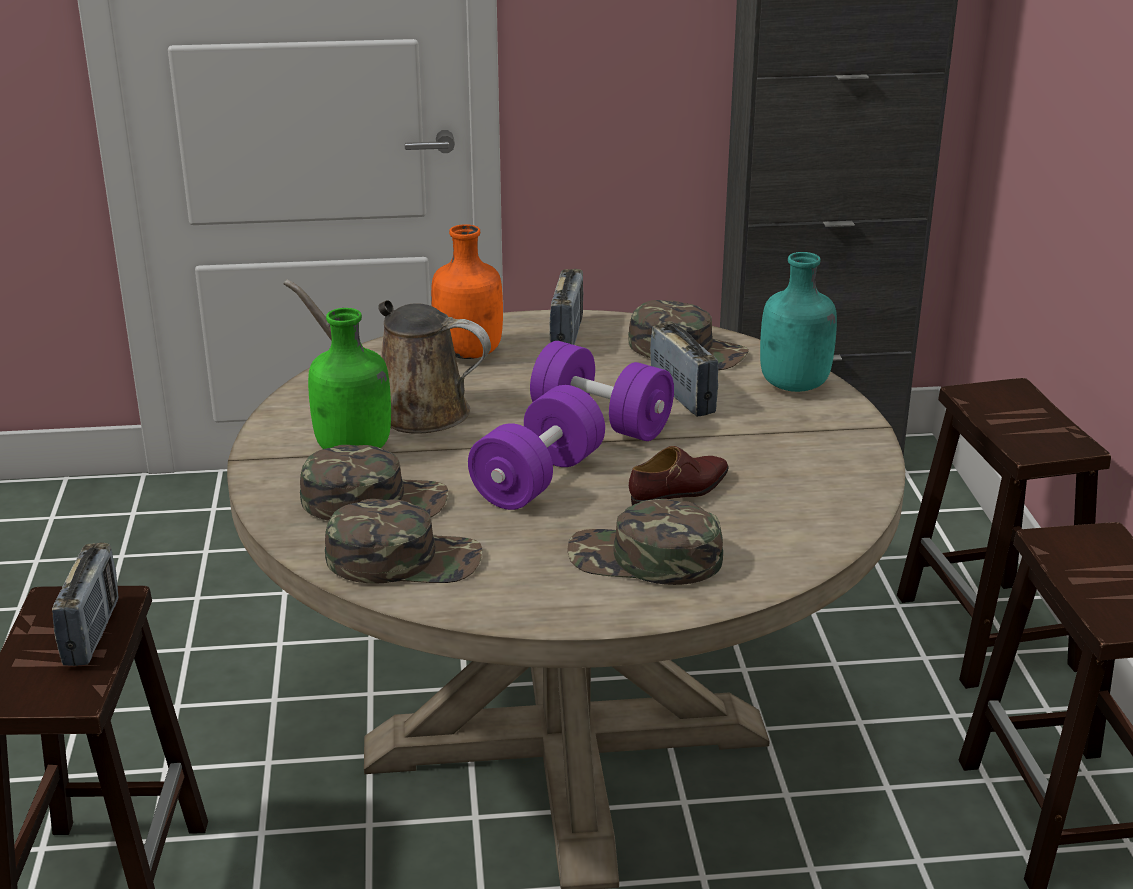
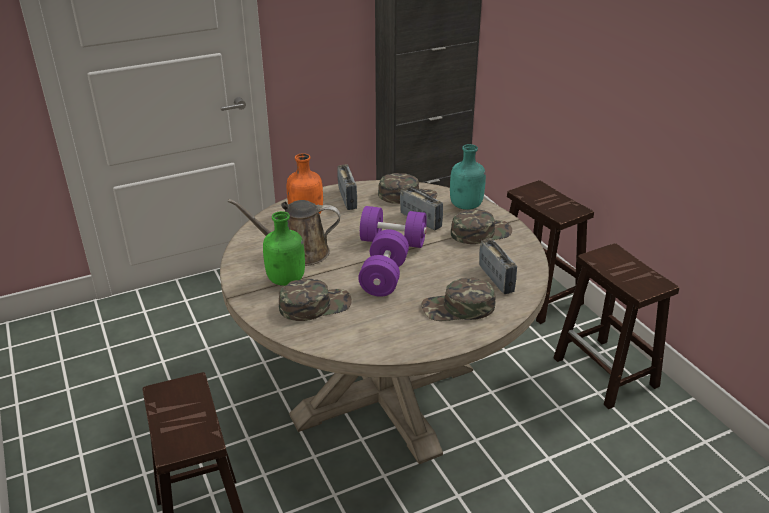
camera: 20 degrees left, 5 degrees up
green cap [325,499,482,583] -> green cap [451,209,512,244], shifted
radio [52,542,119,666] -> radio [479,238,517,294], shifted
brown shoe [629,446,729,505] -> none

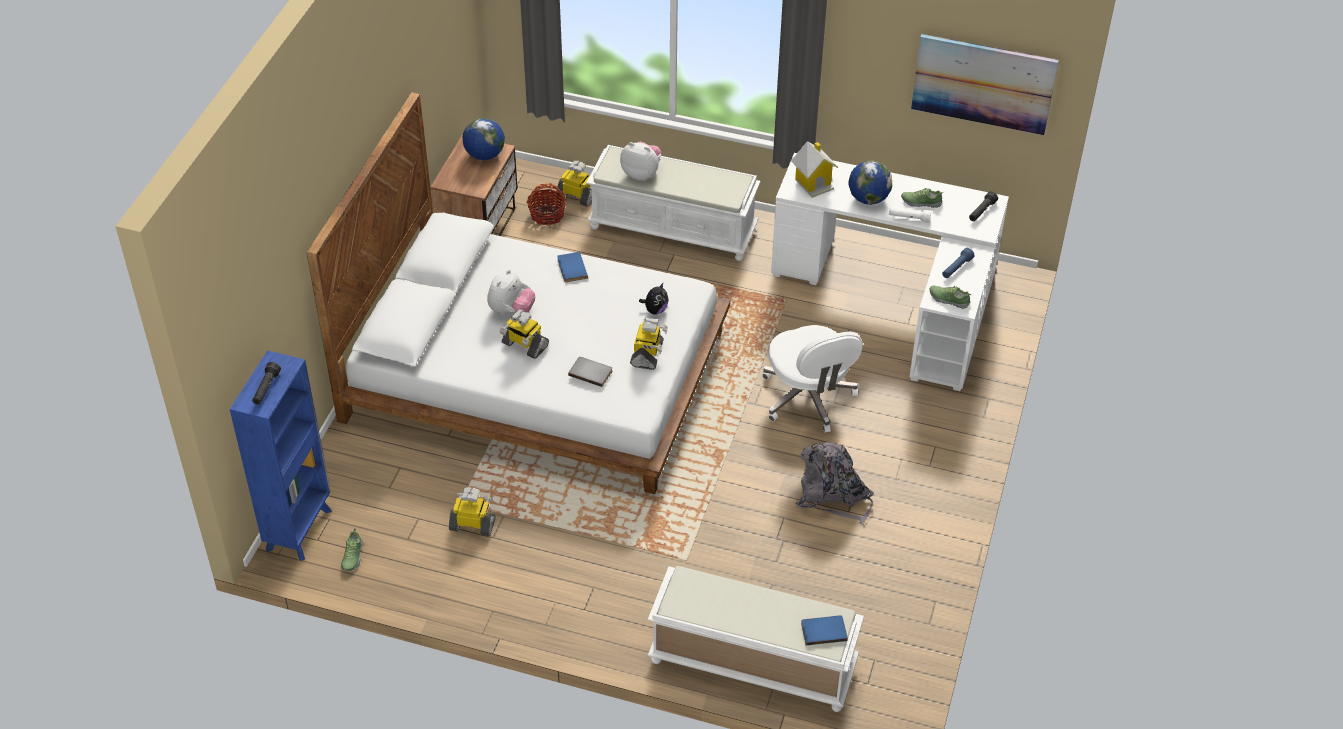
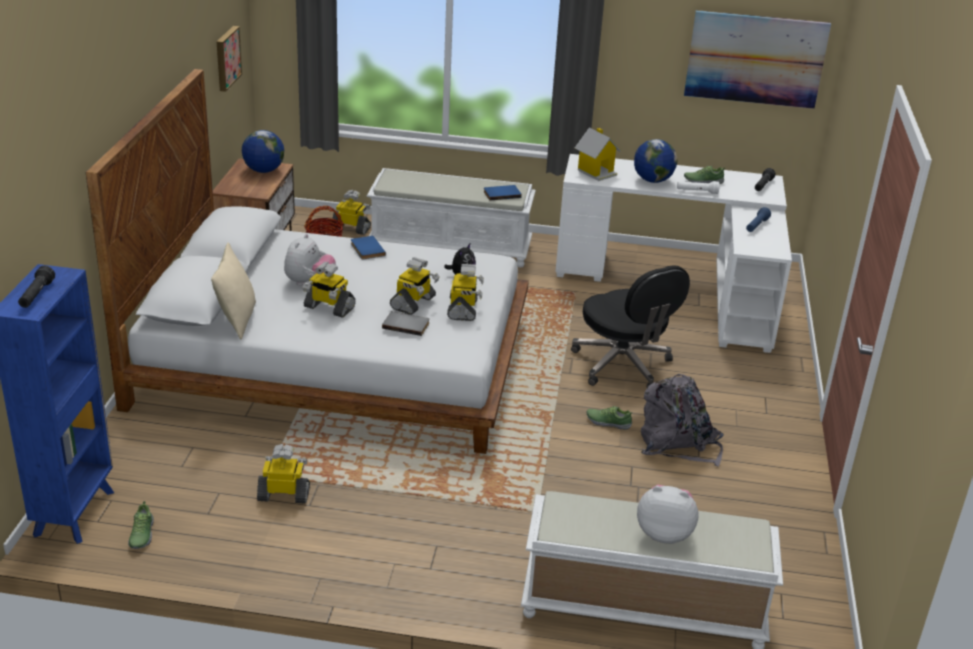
camera: 10 degrees left, 15 degrees down
none -> beige pillow [211,242,256,340]
none -> picture [217,26,242,92]
none -> toy robot [390,257,439,315]
blue book [801,616,848,645] -> blue book [484,185,522,201], shifted
white office chair [762,325,863,433] -> black office chair [571,265,690,387]
shoe [929,286,971,309] -> shoe [586,406,633,430], shifted
plush toy [620,142,662,181] -> plush toy [637,485,698,544], shifted

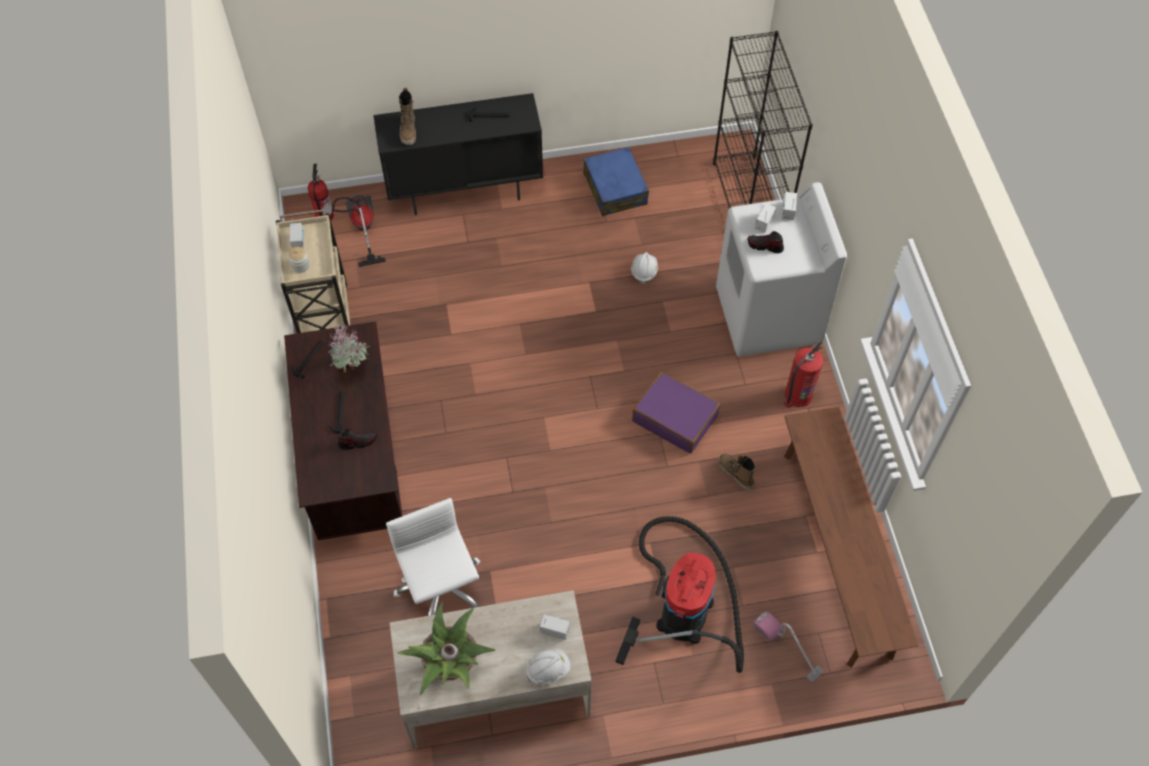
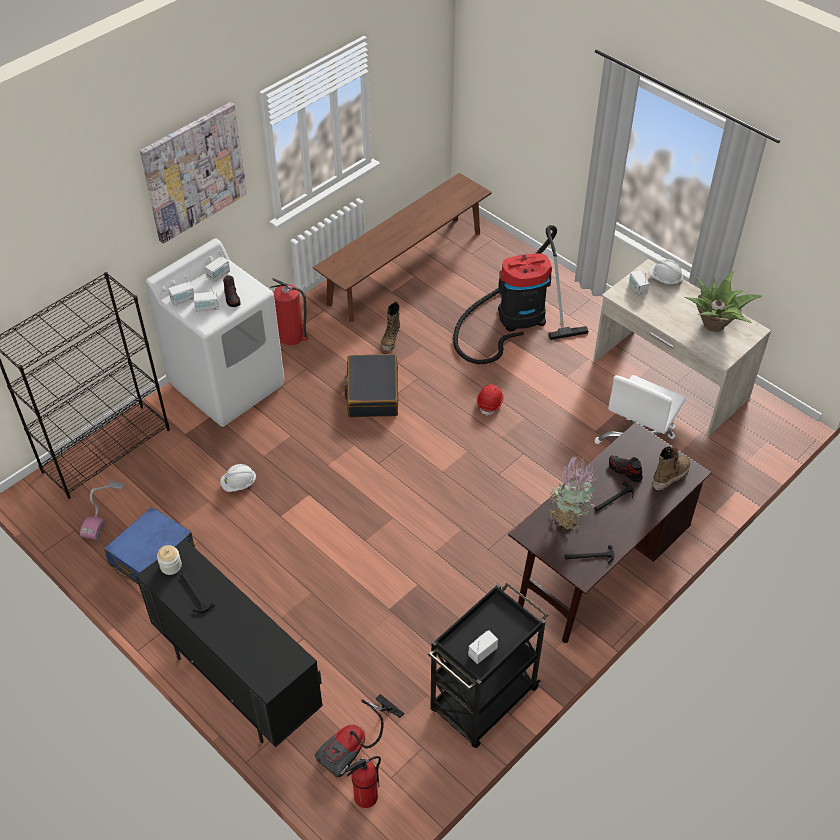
camera: 125 degrees left, 10 degrees down
vacuum cleaner [753,611,823,682] -> vacuum cleaner [80,481,124,540], shifted
none -> picture [140,102,247,243]
jar [288,246,310,273] -> jar [157,545,182,575], shifted
none -> radio [205,250,230,282]
purple suitcase [632,372,720,453] -> black suitcase [344,354,398,417]
beige cart [276,209,350,333] -> black cart [428,583,548,748]
none -> red hard hat [477,384,504,416]
boot [399,88,416,145] -> boot [653,446,690,490], shifted

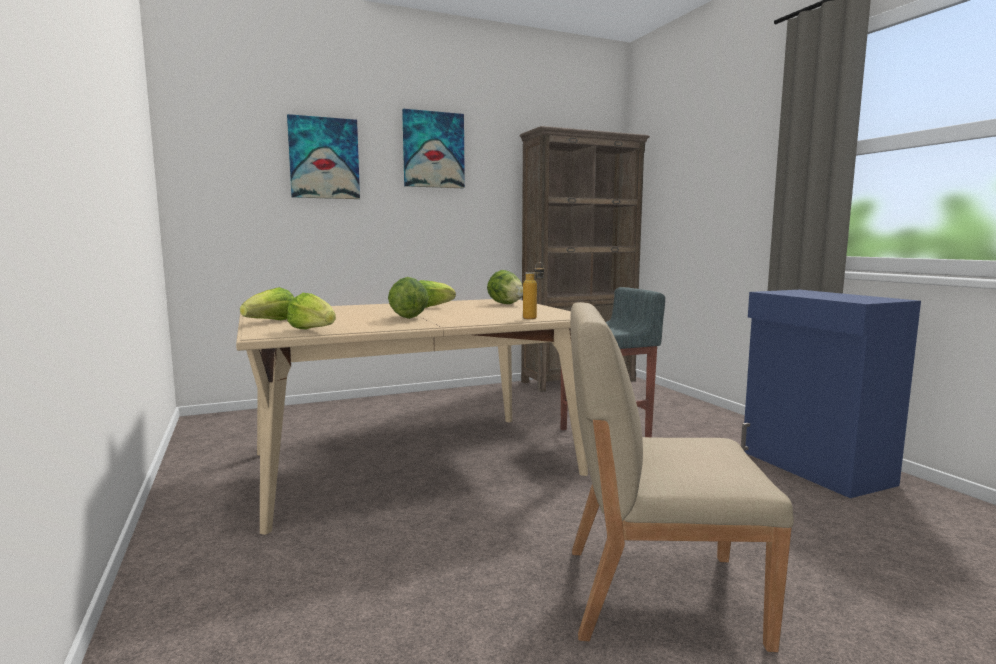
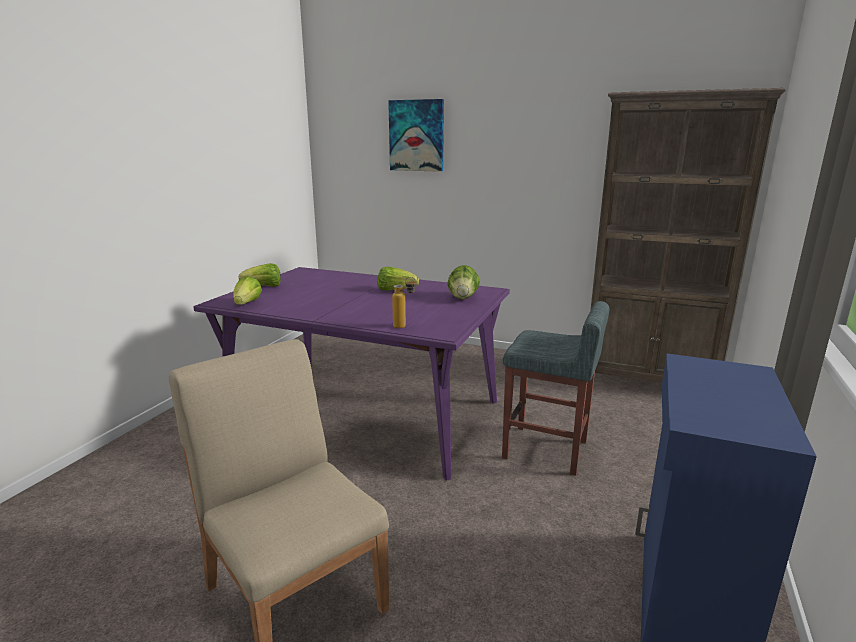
camera: 45 degrees right, 10 degrees up
beige dining table [236,299,588,535] -> purple dining table [194,267,510,480]
lettuce [388,277,429,319] -> none
picture [402,109,465,188] -> none

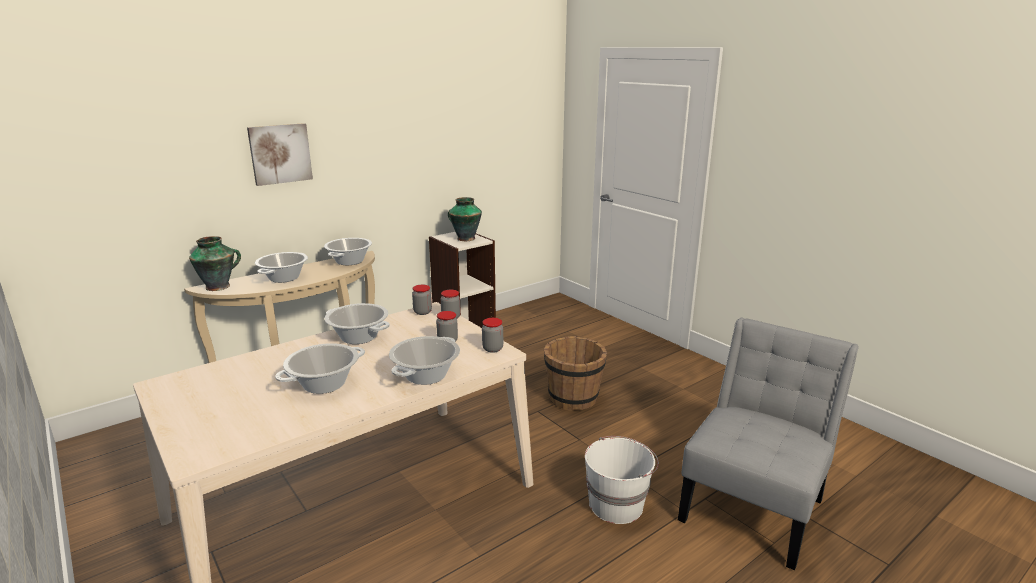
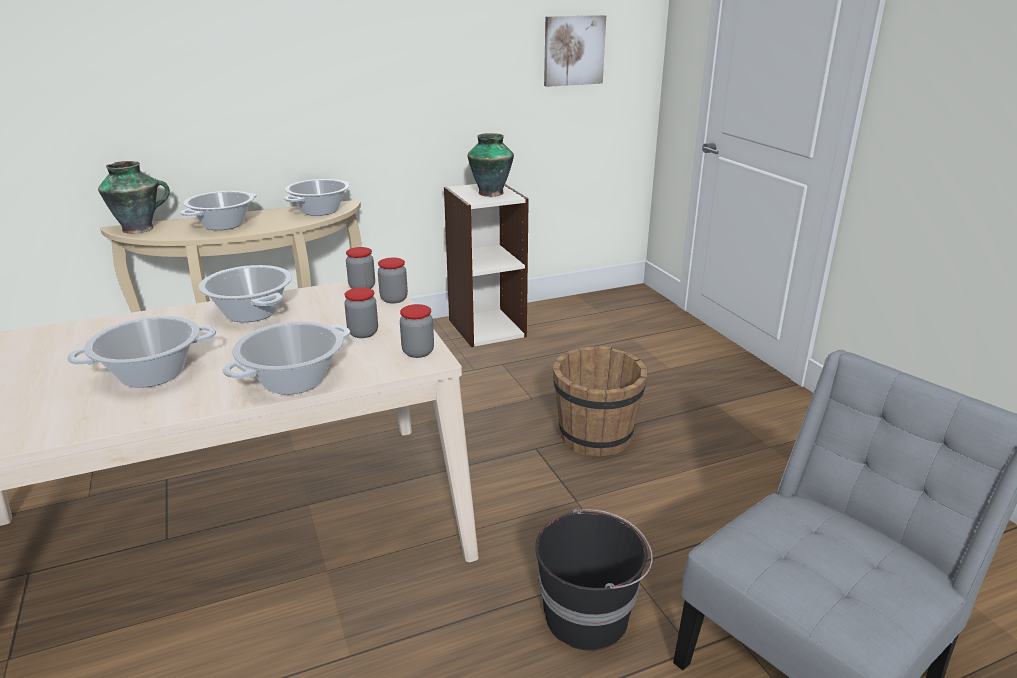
camera: 15 degrees right, 5 degrees up
white bucket [585,436,659,524] -> black bucket [535,509,653,651]
picture [247,123,313,186] -> picture [544,15,606,87], shifted

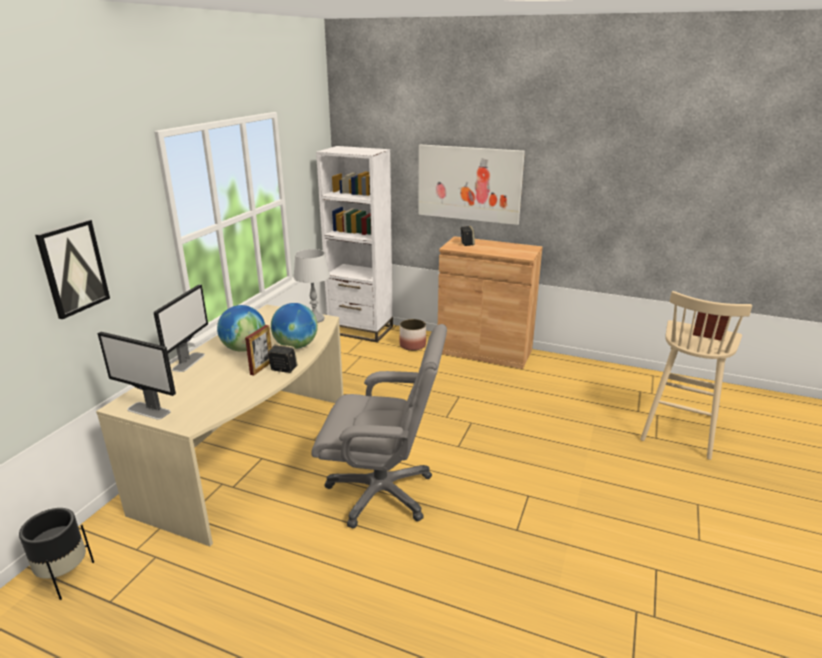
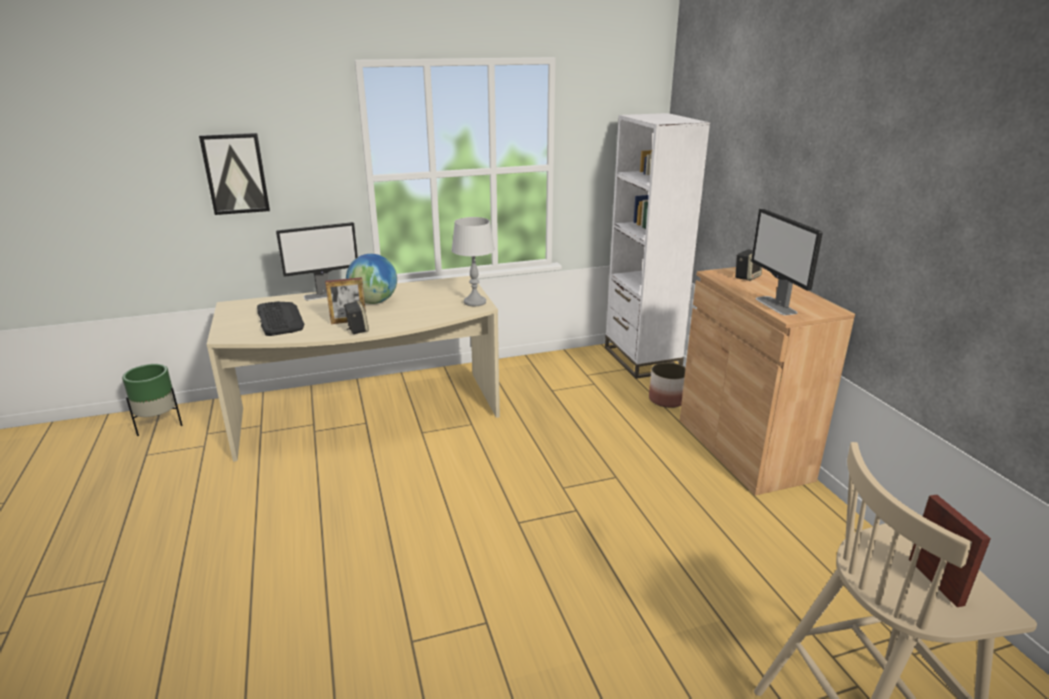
camera: 50 degrees right, 0 degrees up
black planter [19,508,94,600] -> green planter [122,364,183,436]
none -> keyboard [257,301,304,336]
monitor [98,332,176,420] -> monitor [751,209,823,315], shifted
globe [271,303,318,349] -> none
grey office chair [311,324,447,528] -> none
picture [418,144,525,225] -> none

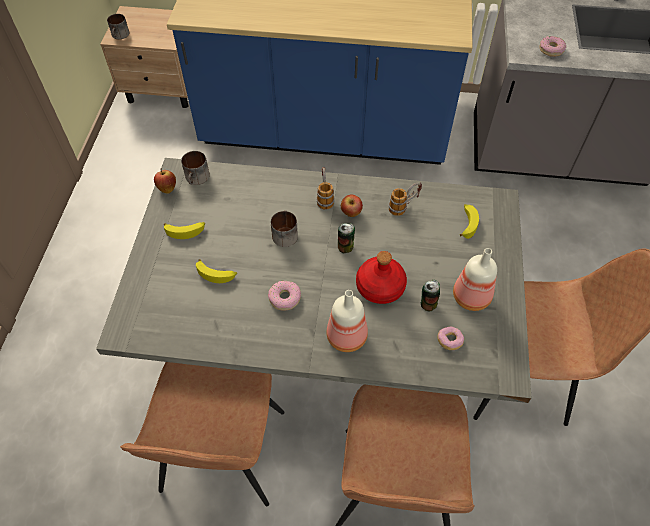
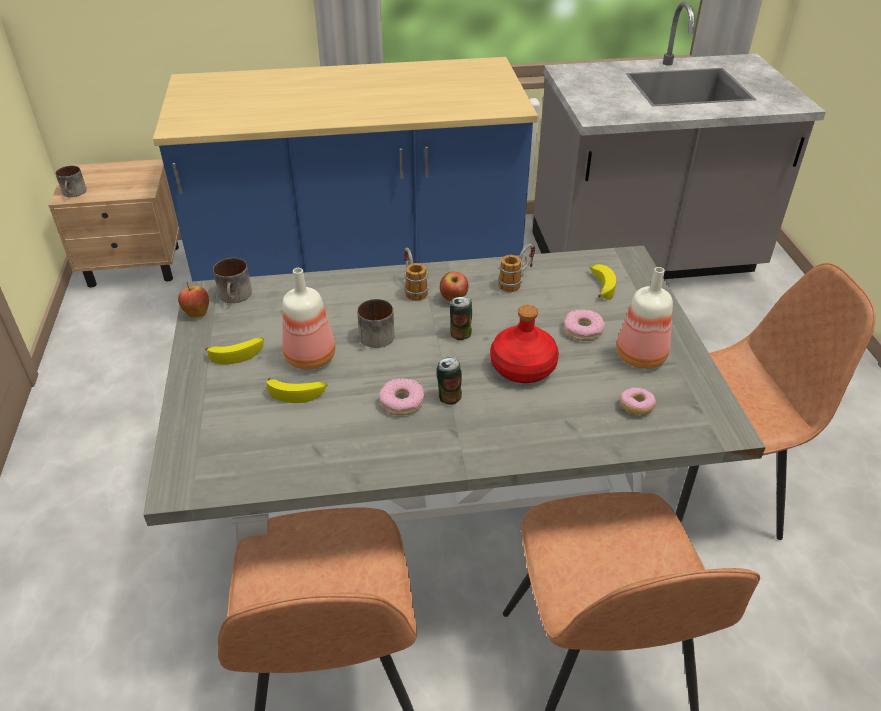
camera: 15 degrees left, 15 degrees down
bottle [326,290,368,352] -> bottle [282,268,336,370], shifted
can [421,280,440,311] -> can [436,356,462,405], shifted
donut [539,36,566,57] -> donut [563,310,605,341], shifted

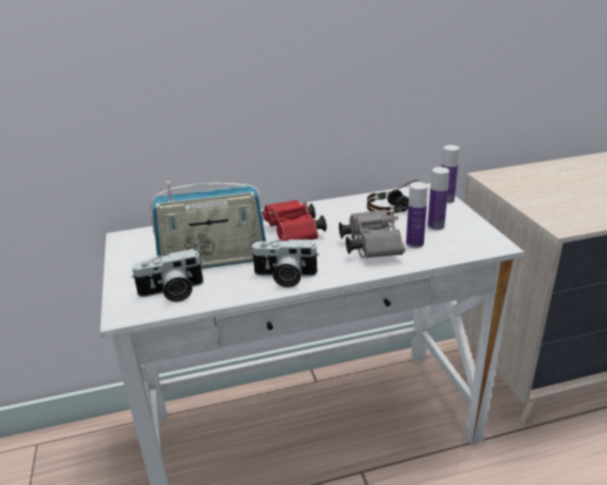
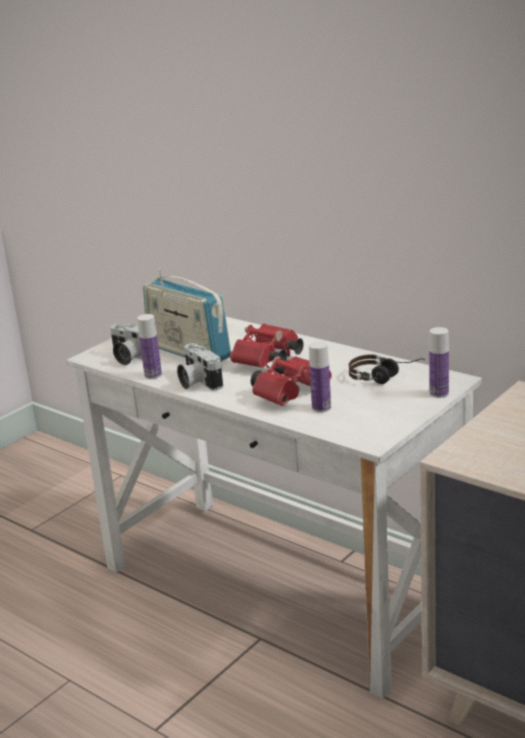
camera: 55 degrees right, 5 degrees down
bottle [427,167,449,230] -> bottle [137,314,162,379], shifted
grey binoculars [339,209,405,258] -> red binoculars [251,356,332,406]

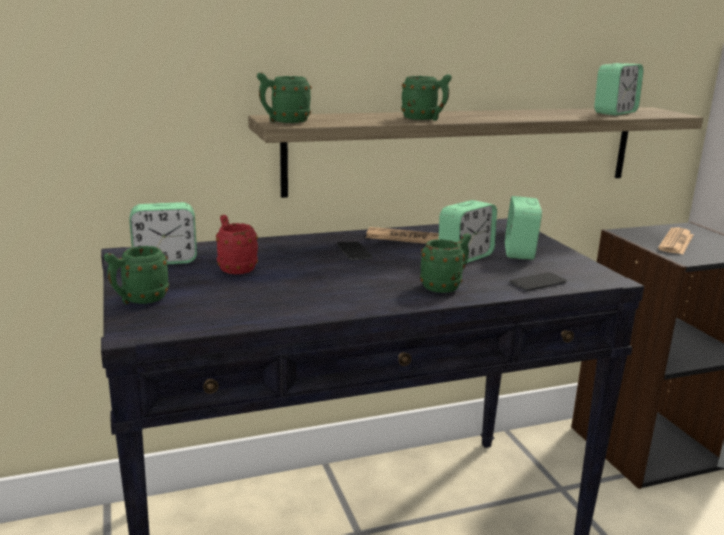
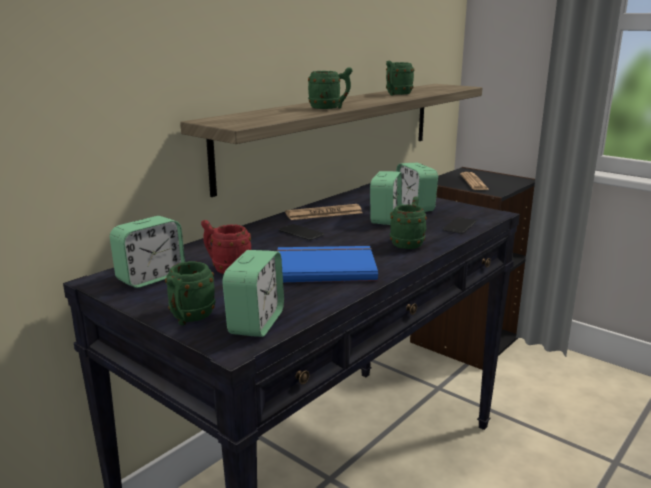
camera: 30 degrees left, 0 degrees up
alarm clock [594,63,643,115] -> alarm clock [223,250,284,337], shifted
none -> blue book [277,246,378,283]
green mug [257,72,312,123] -> green mug [386,61,414,95], shifted

